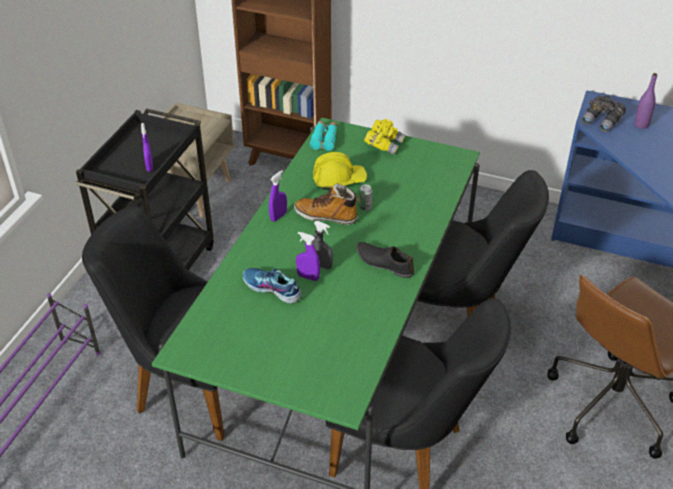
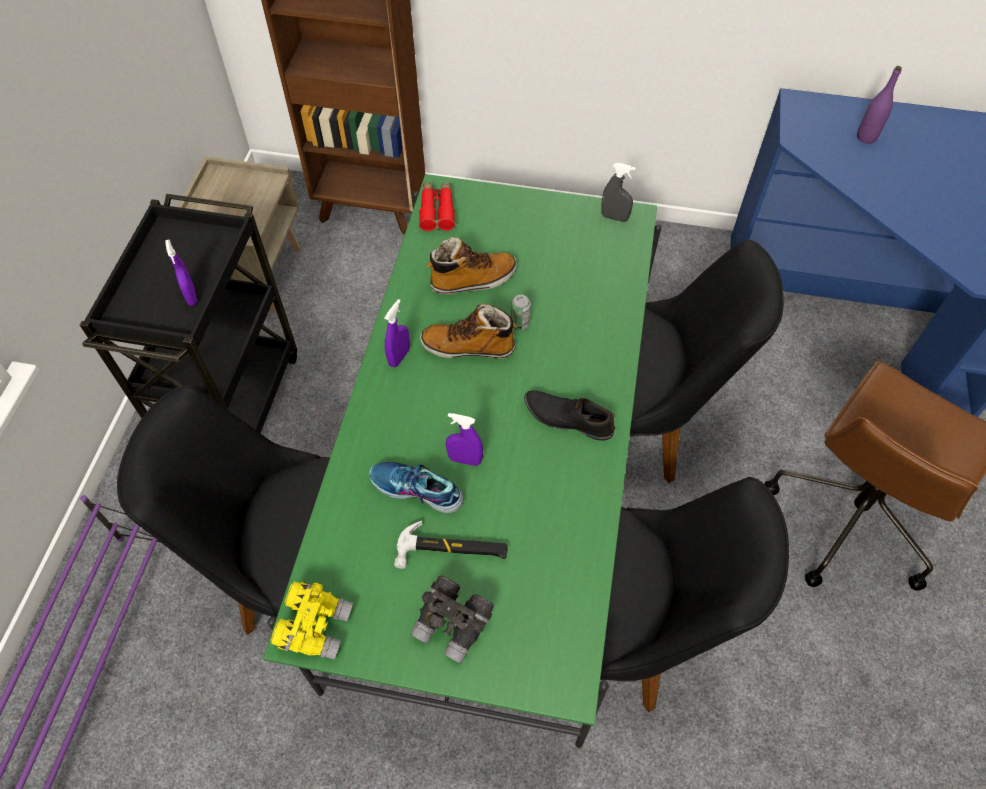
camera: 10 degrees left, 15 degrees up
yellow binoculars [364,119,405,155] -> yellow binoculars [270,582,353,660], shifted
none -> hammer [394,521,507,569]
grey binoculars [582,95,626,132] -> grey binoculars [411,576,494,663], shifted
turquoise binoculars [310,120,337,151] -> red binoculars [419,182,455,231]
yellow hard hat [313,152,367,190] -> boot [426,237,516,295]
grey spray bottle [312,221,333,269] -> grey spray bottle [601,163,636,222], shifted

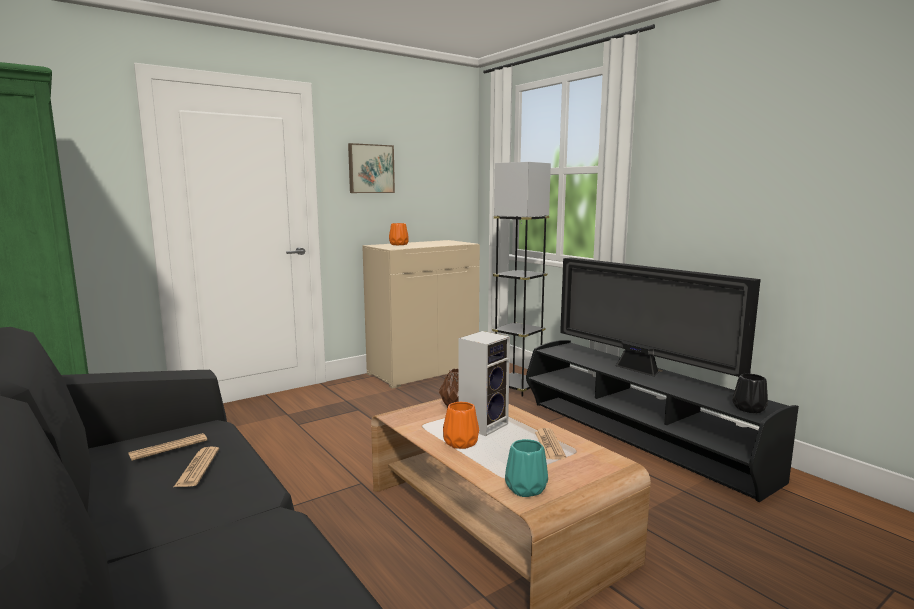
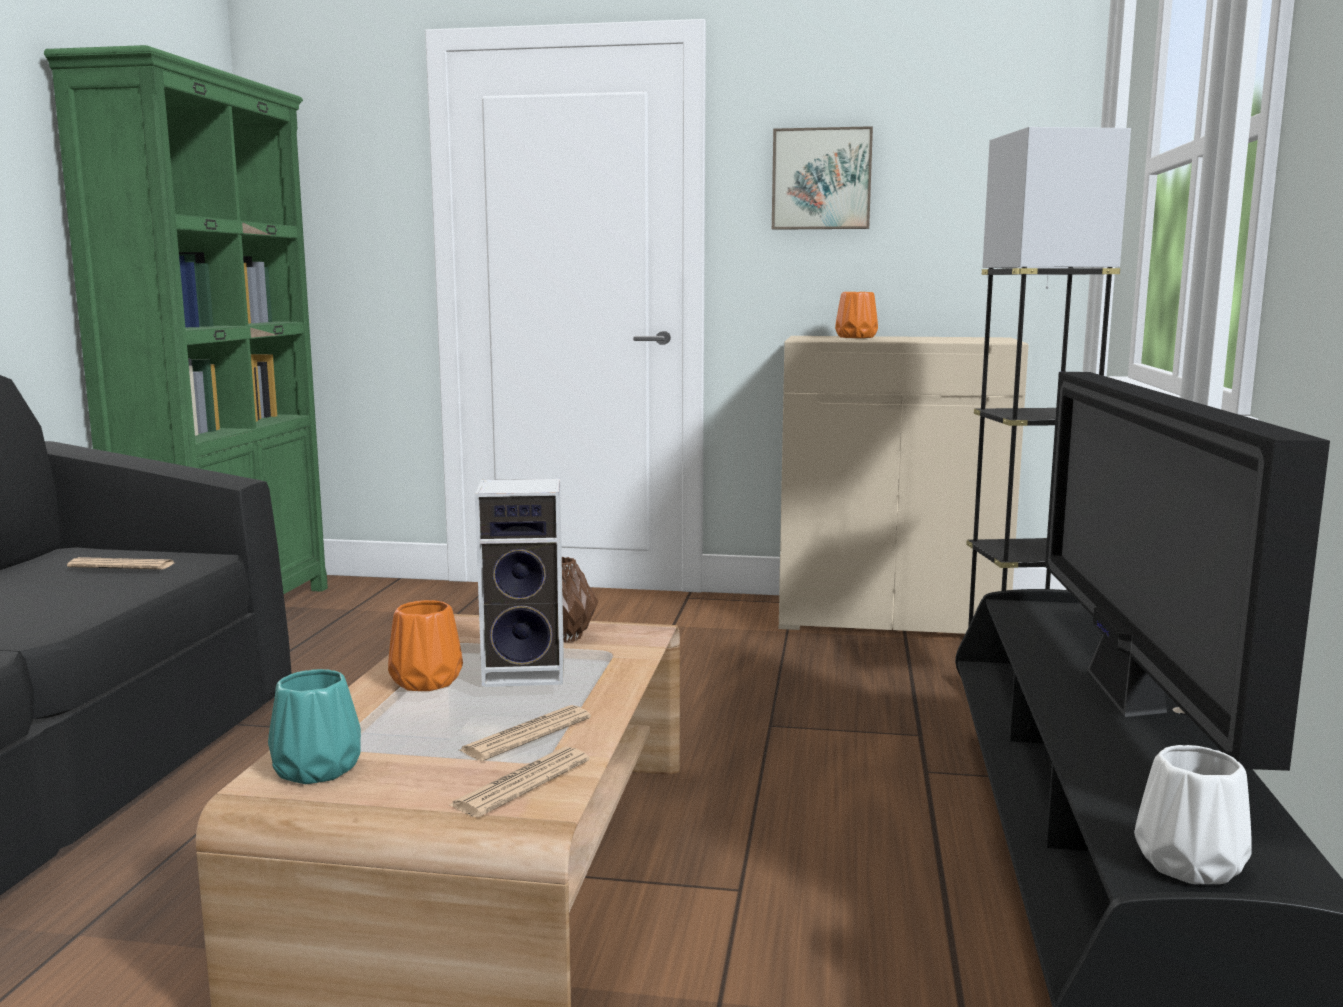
camera: 45 degrees right, 0 degrees up
newspaper [174,447,219,487] -> newspaper [449,747,590,817], shifted
black vase [732,373,768,413] -> white vase [1134,745,1252,884]

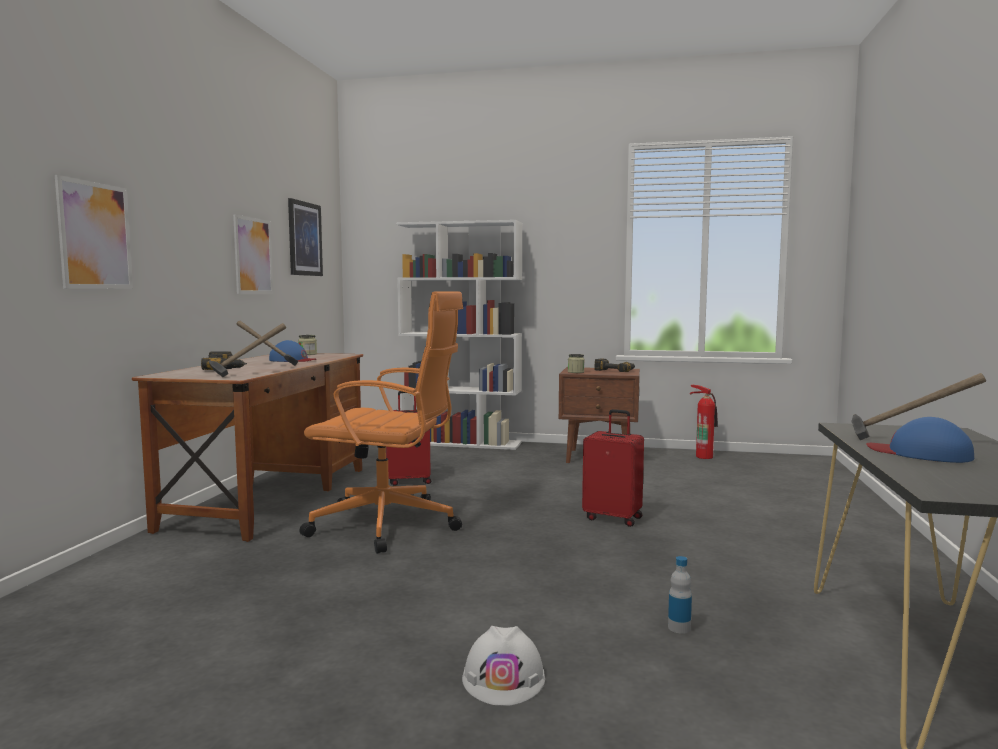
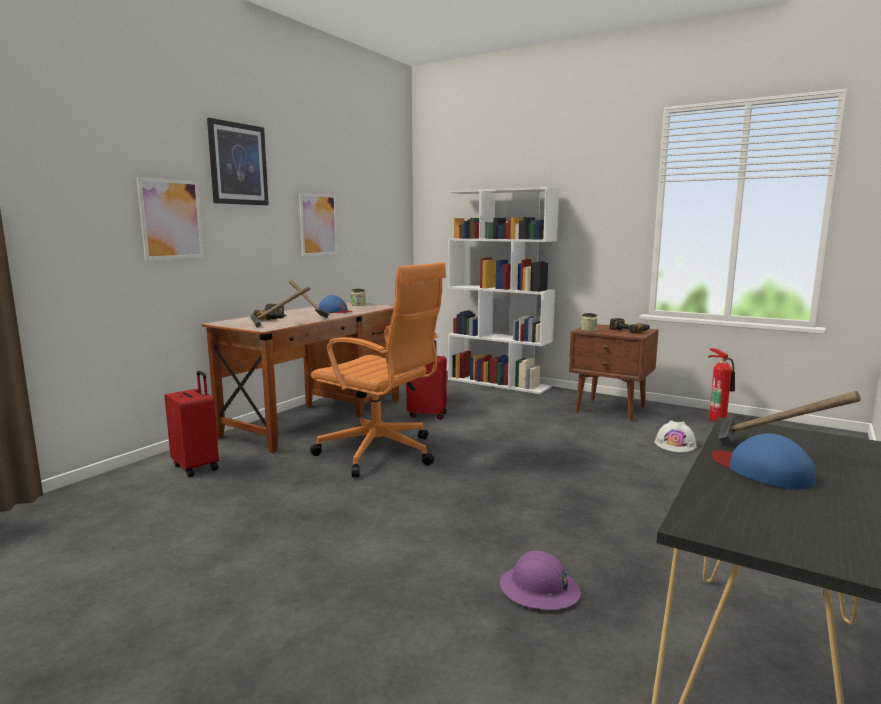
camera: 20 degrees right, 5 degrees up
red suitcase [582,409,644,527] -> red suitcase [165,371,219,477], shifted
picture [288,198,323,276] -> picture [207,118,269,205], shifted
bottle [668,556,692,634] -> purple hard hat [500,551,581,610]
white hard hat [462,626,545,706] -> white hard hat [655,420,697,452], shifted

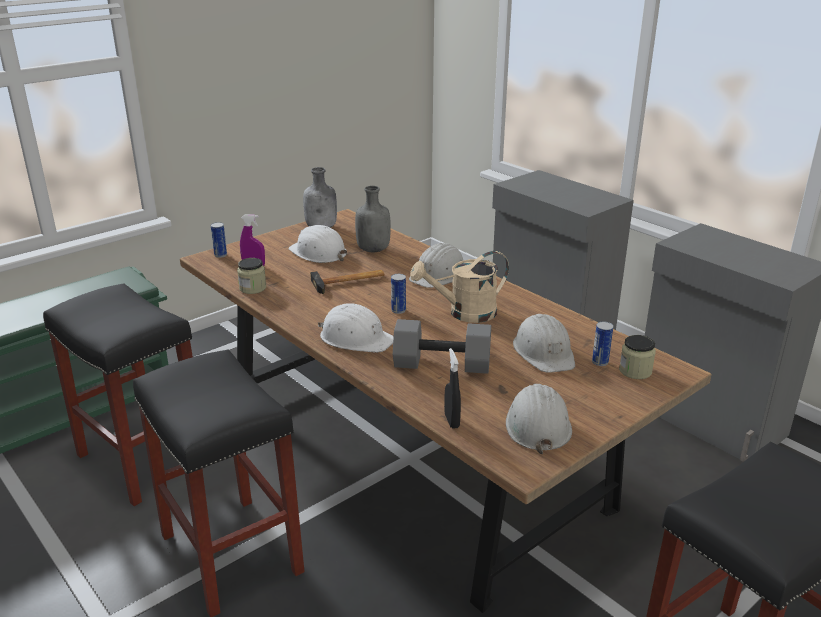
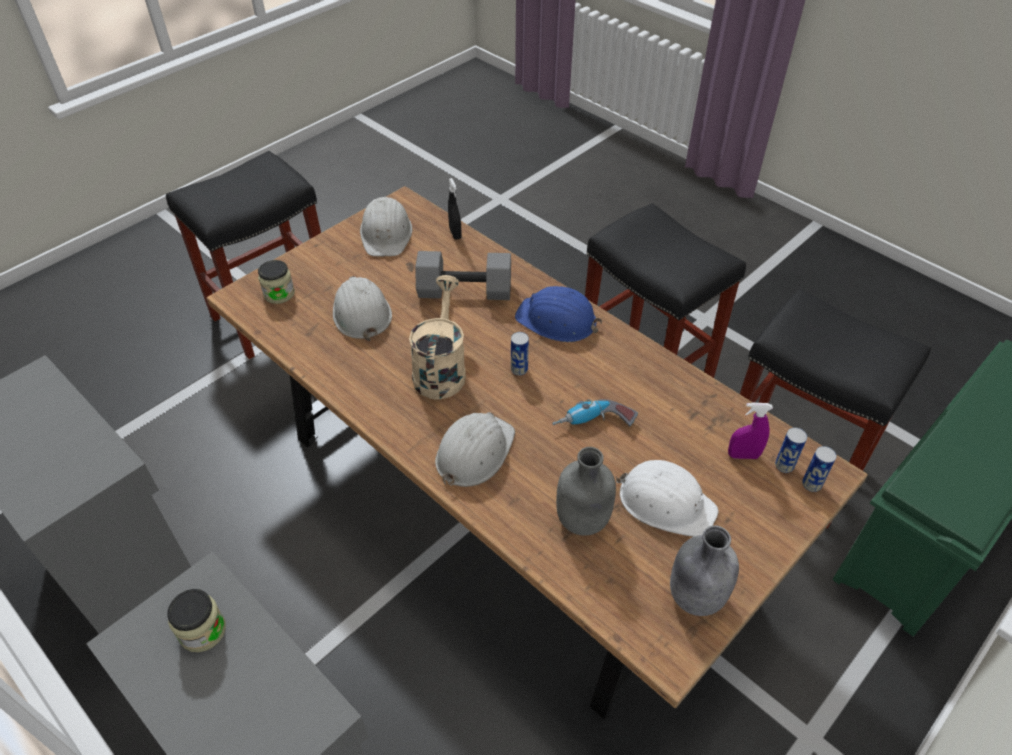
camera: 175 degrees right, 20 degrees up
jar [237,258,266,294] -> jar [167,589,226,652], shifted
beige watering can [410,251,509,323] -> beige watering can [409,275,466,399], 60 degrees counterclockwise
white hard hat [318,303,394,353] -> blue hard hat [515,286,602,342]
hammer [310,270,385,294] -> power drill [552,399,638,427]
can [592,322,613,366] -> can [775,427,807,473], shifted

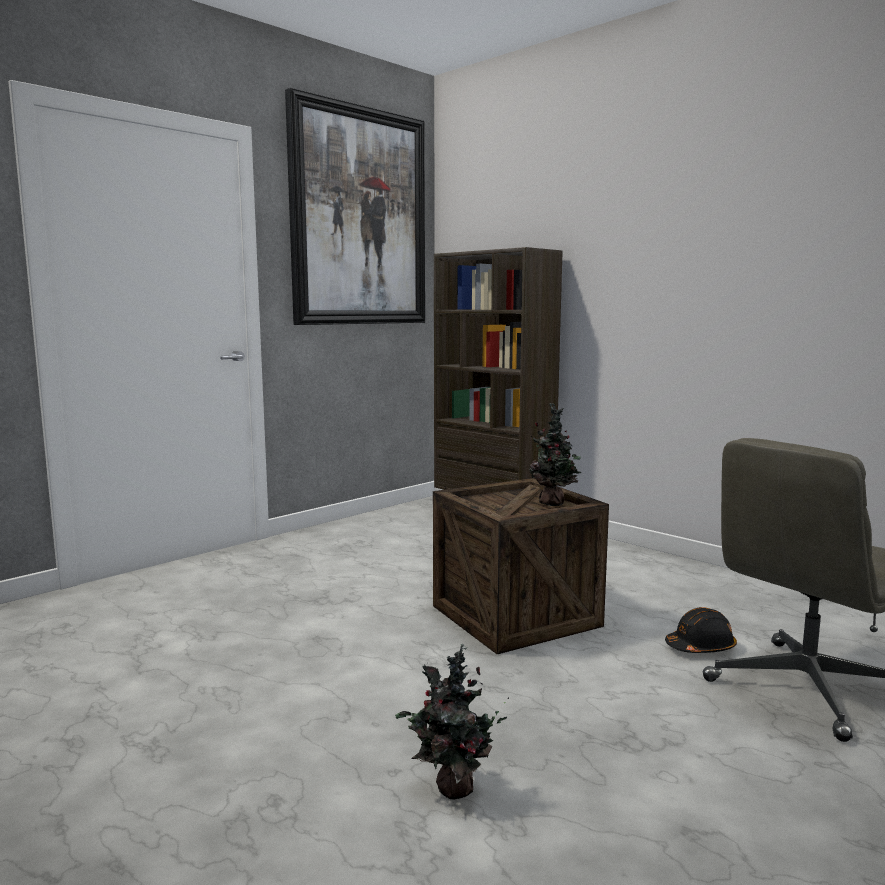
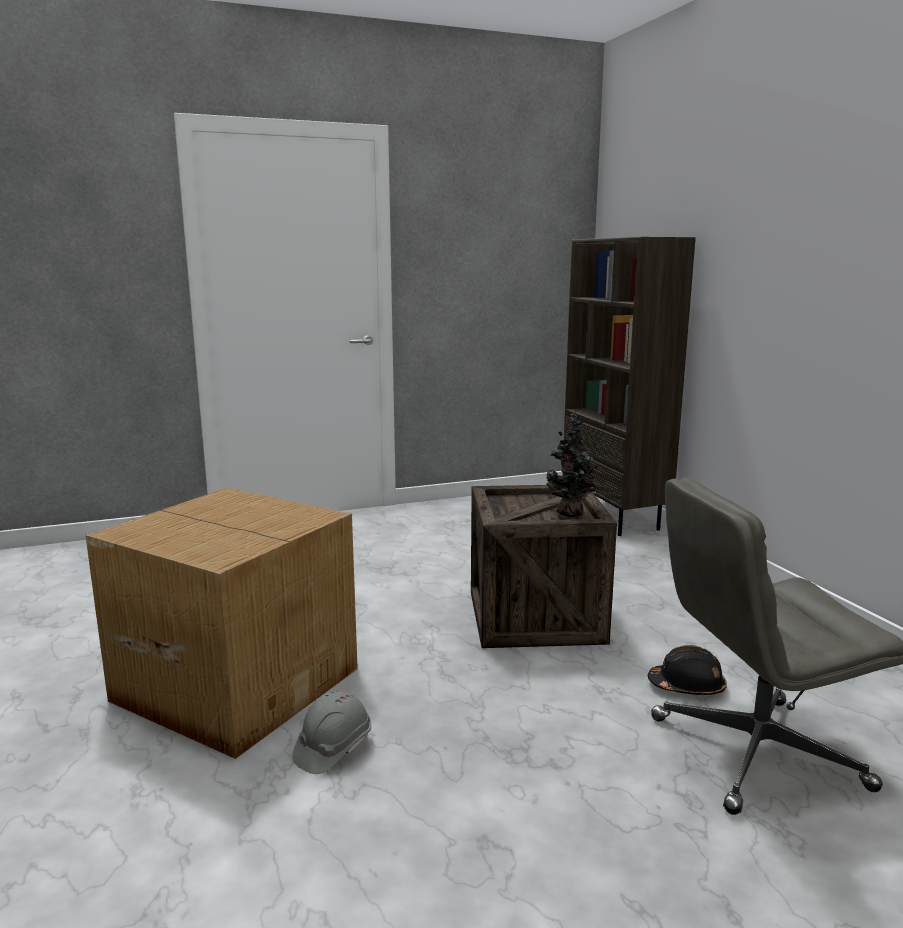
camera: 25 degrees right, 5 degrees up
none -> cardboard box [85,488,358,759]
potted plant [395,644,509,800] -> grey hard hat [292,691,372,774]
picture [285,88,425,325] -> none

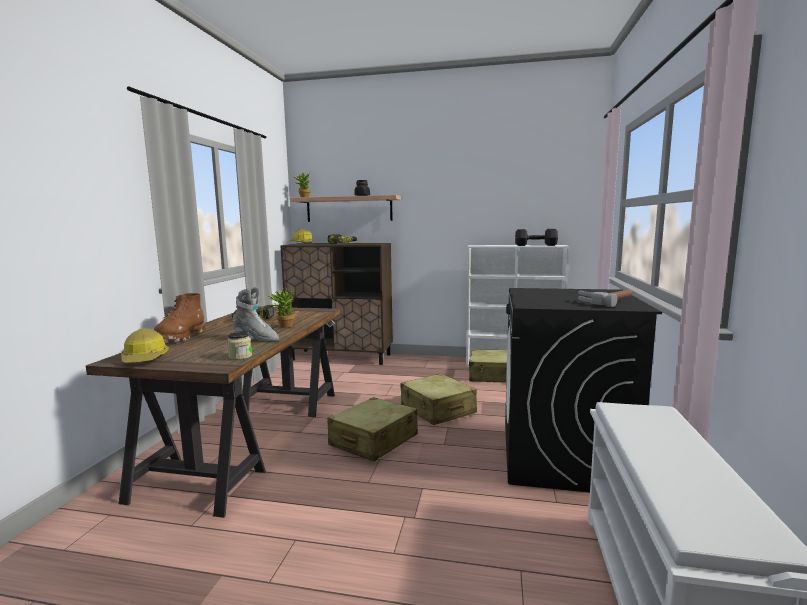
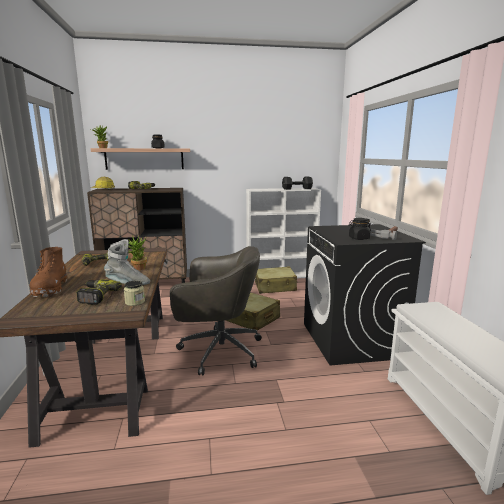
camera: 20 degrees left, 5 degrees up
none -> power drill [76,279,122,305]
beige suitcase [327,397,418,462] -> grey office chair [170,246,262,375]
none -> black jar [349,218,371,240]
hard hat [121,328,169,363] -> none

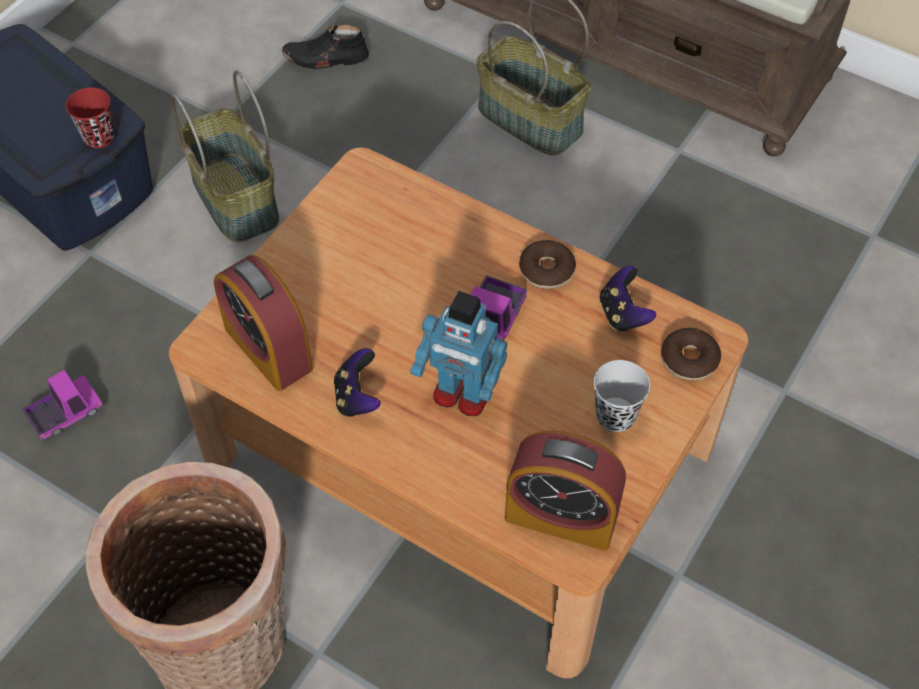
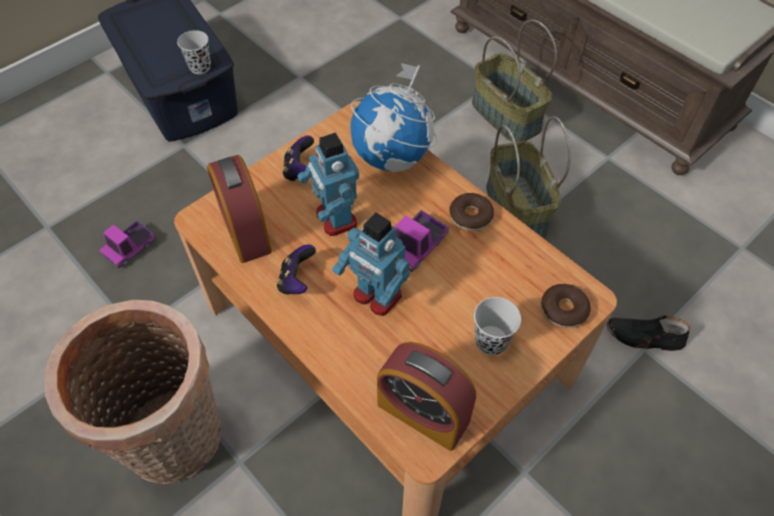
camera: 15 degrees right, 0 degrees up
toy truck [22,370,104,441] -> toy truck [99,221,156,268], 150 degrees clockwise
red cup [66,87,115,148] -> black cup [177,30,211,74]
game controller [599,266,656,332] -> game controller [283,136,314,182], shifted
none -> toy robot [297,133,359,236]
none -> globe [350,63,438,172]
basket [170,70,279,242] -> basket [486,116,571,238], shifted
black shoe [282,25,369,69] -> black shoe [606,315,690,351], shifted

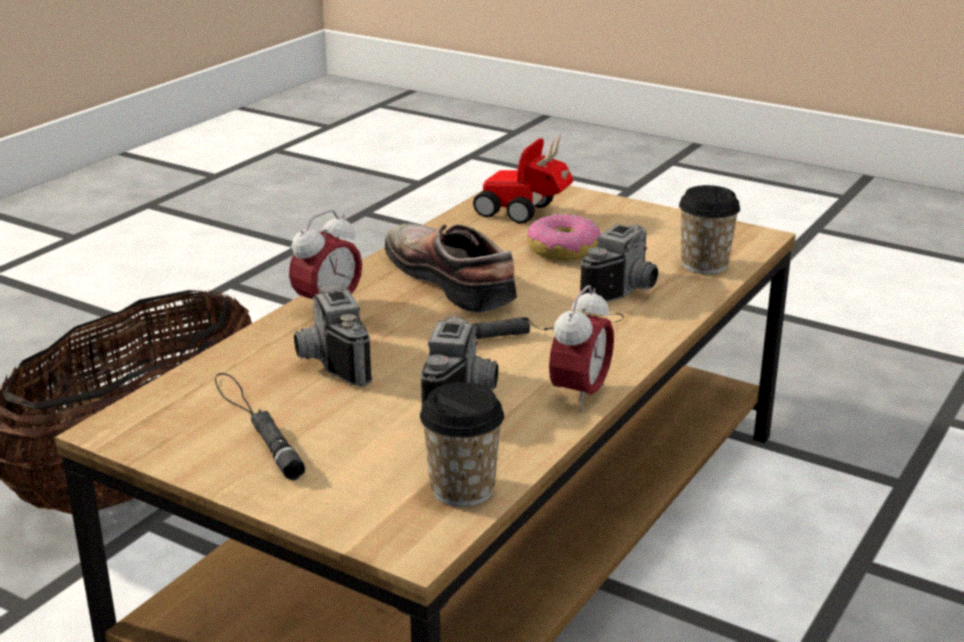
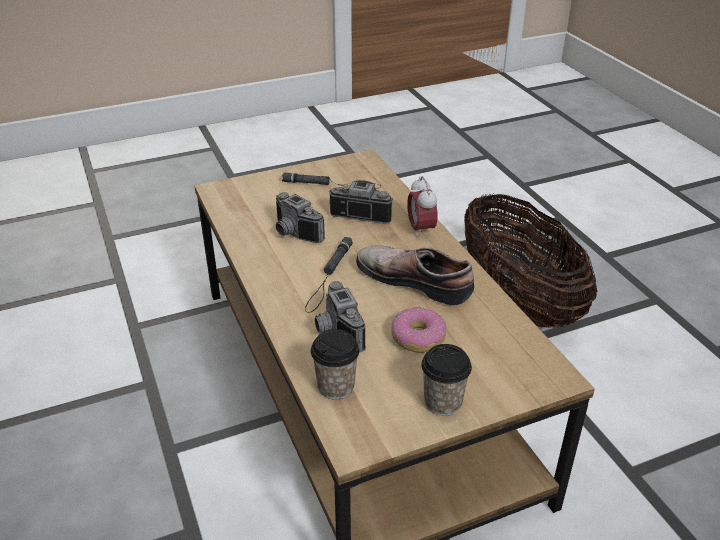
camera: 125 degrees right, 10 degrees up
shoe [385,223,517,312] -> shoe [356,245,474,305], 150 degrees counterclockwise
cup [420,382,504,507] -> cup [421,344,472,416], shifted
toy car [473,135,573,224] -> none
alarm clock [549,285,614,411] -> none

